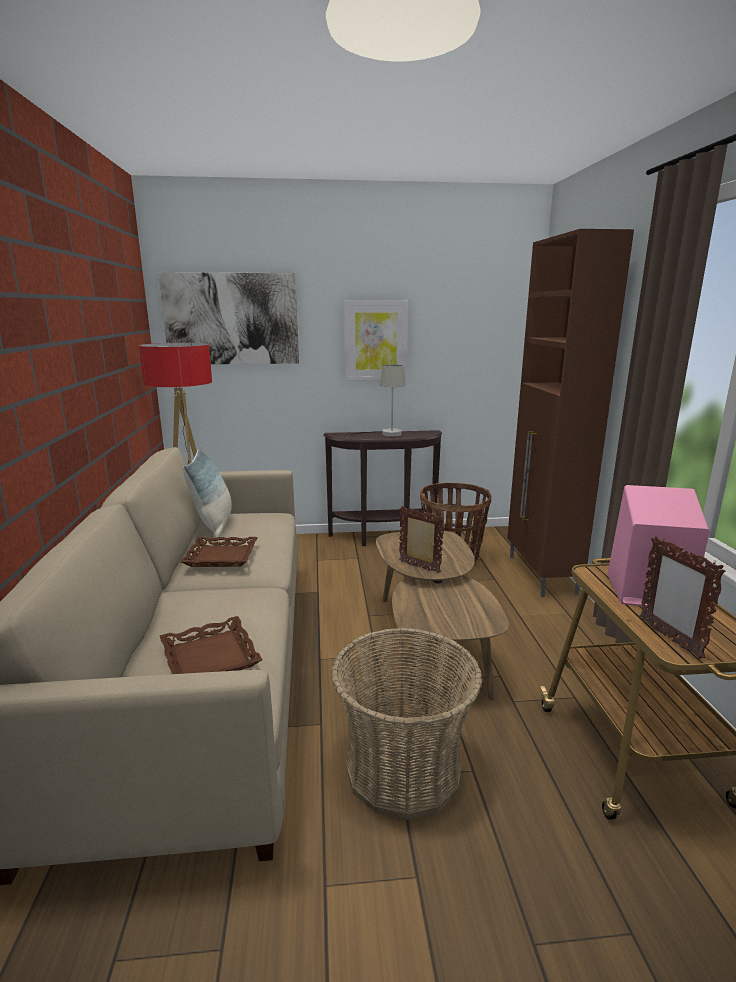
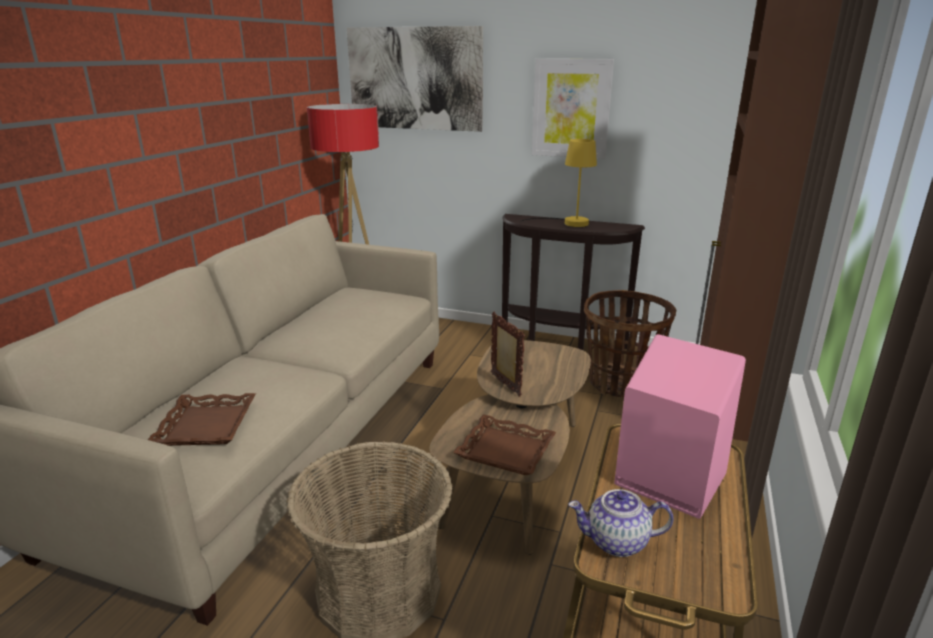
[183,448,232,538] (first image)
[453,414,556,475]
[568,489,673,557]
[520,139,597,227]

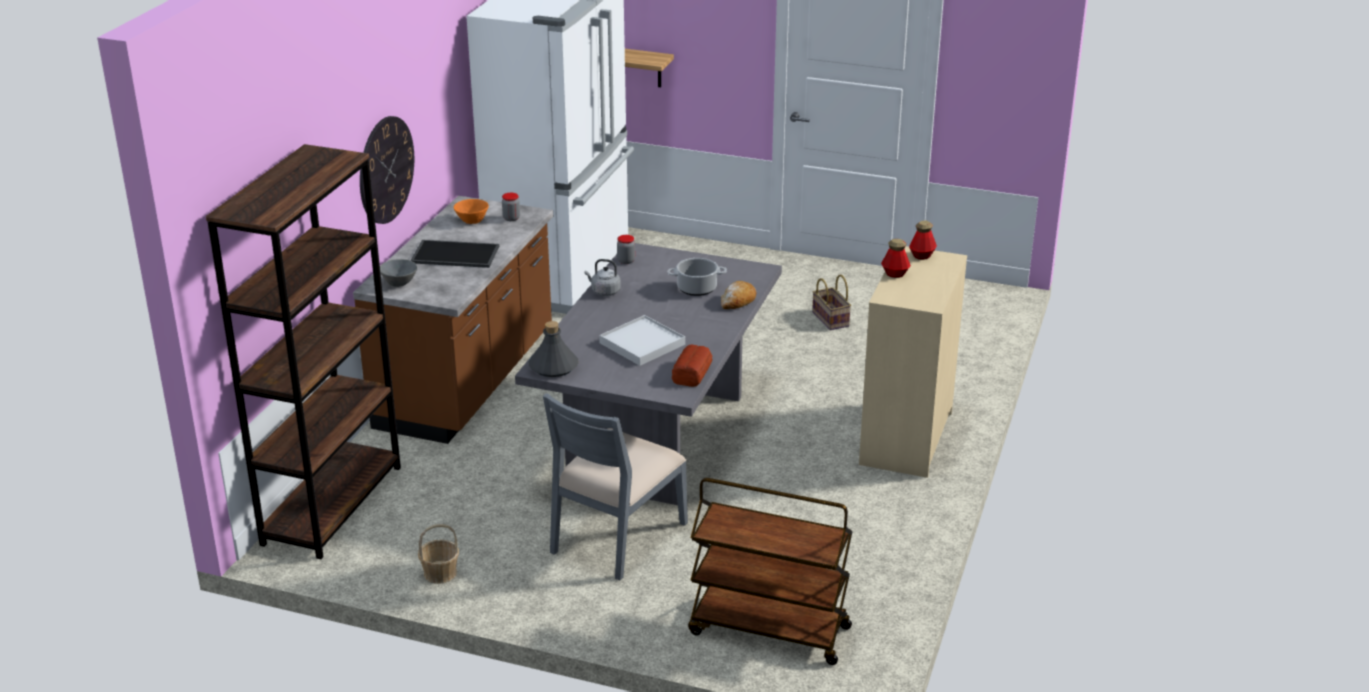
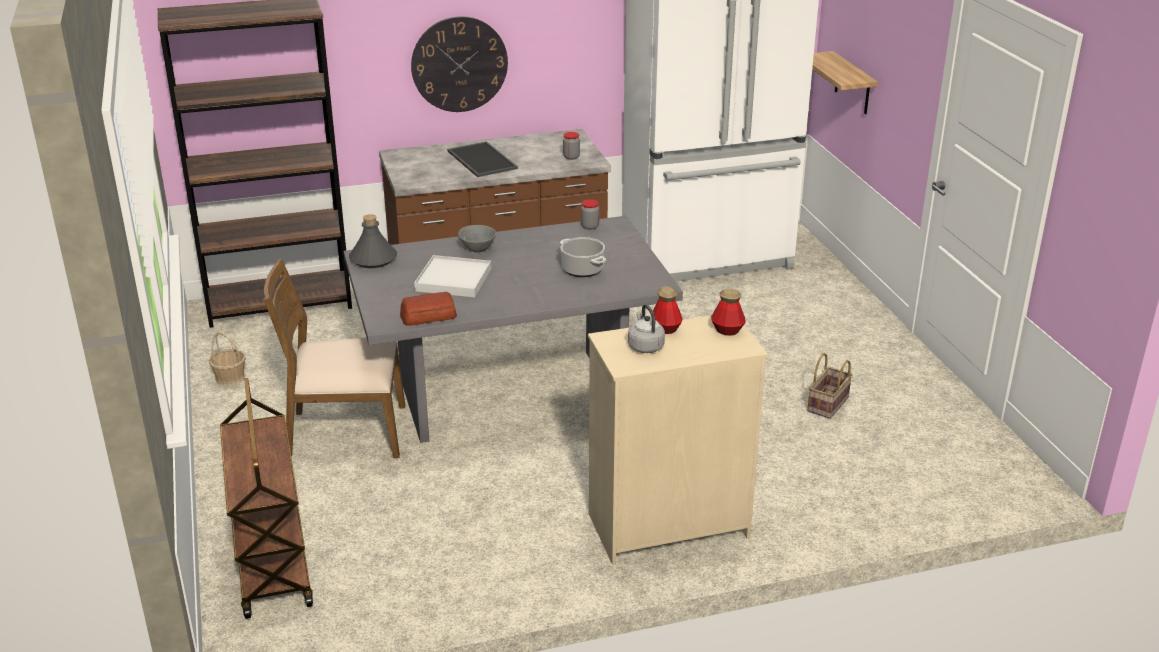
[454,199,489,224] (first image)
[721,281,756,309] (first image)
[458,225,496,252]
[628,304,665,353]
[264,258,405,458]

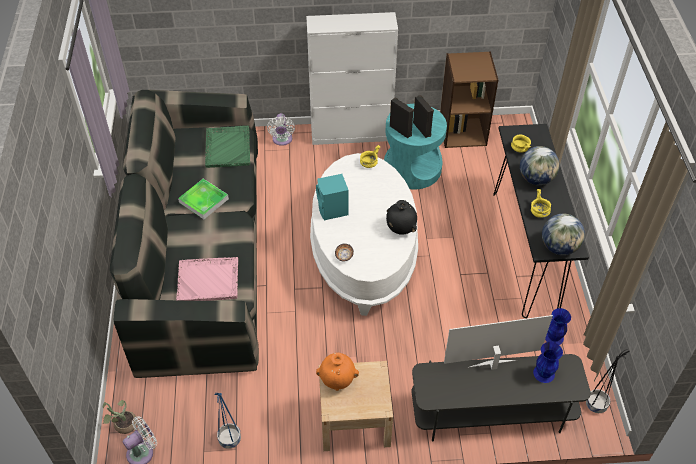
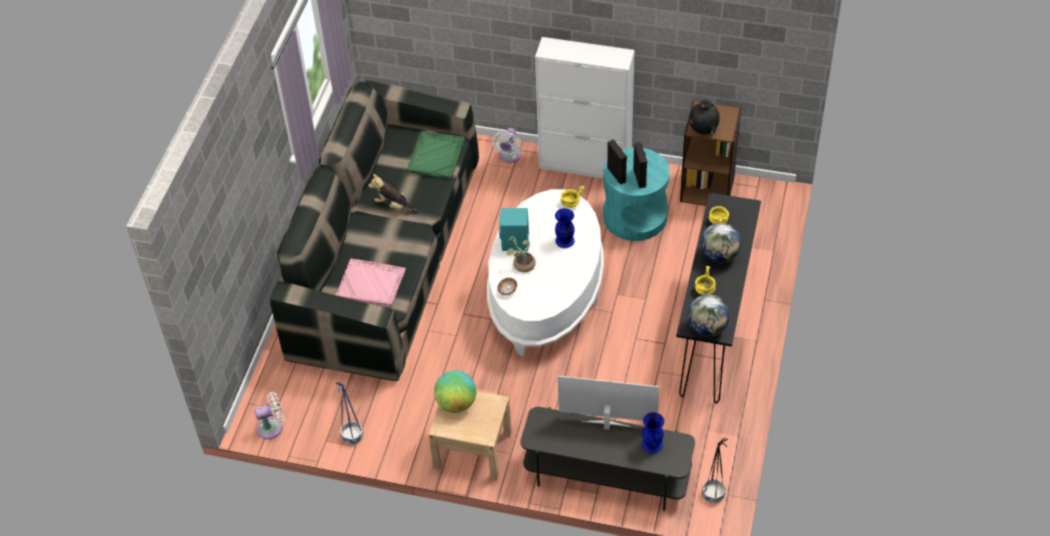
[506,236,536,272]
[689,100,720,134]
[555,208,575,248]
[368,174,418,213]
[434,370,476,413]

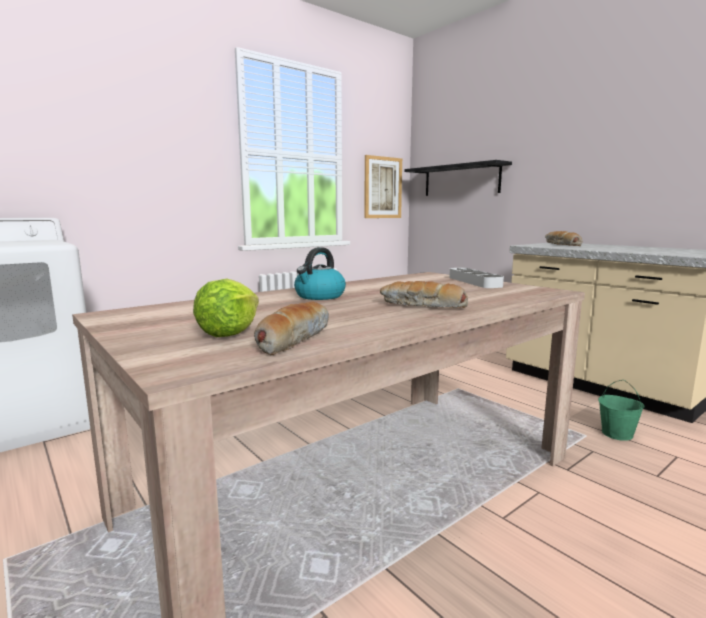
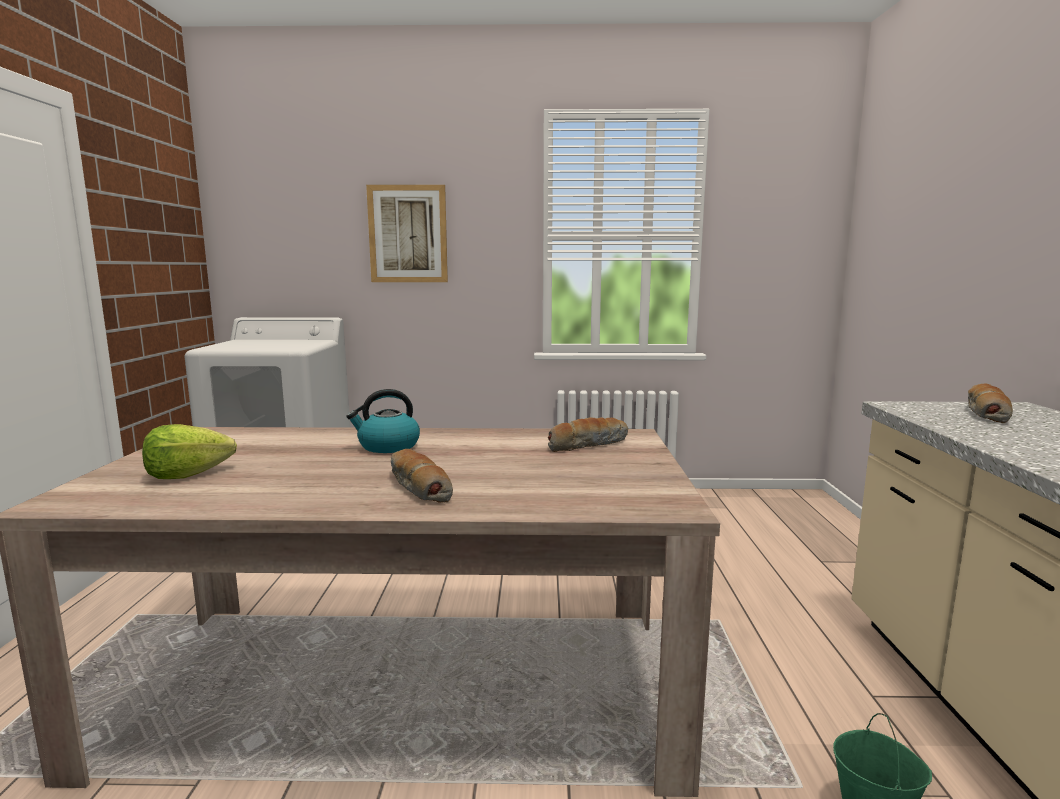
[405,160,512,196] (first image)
[449,268,504,288] (first image)
[548,417,628,452]
[366,185,448,282]

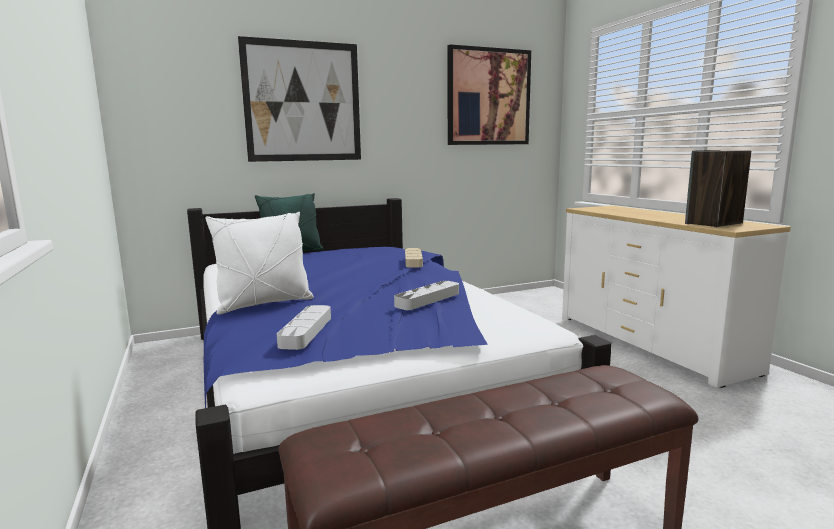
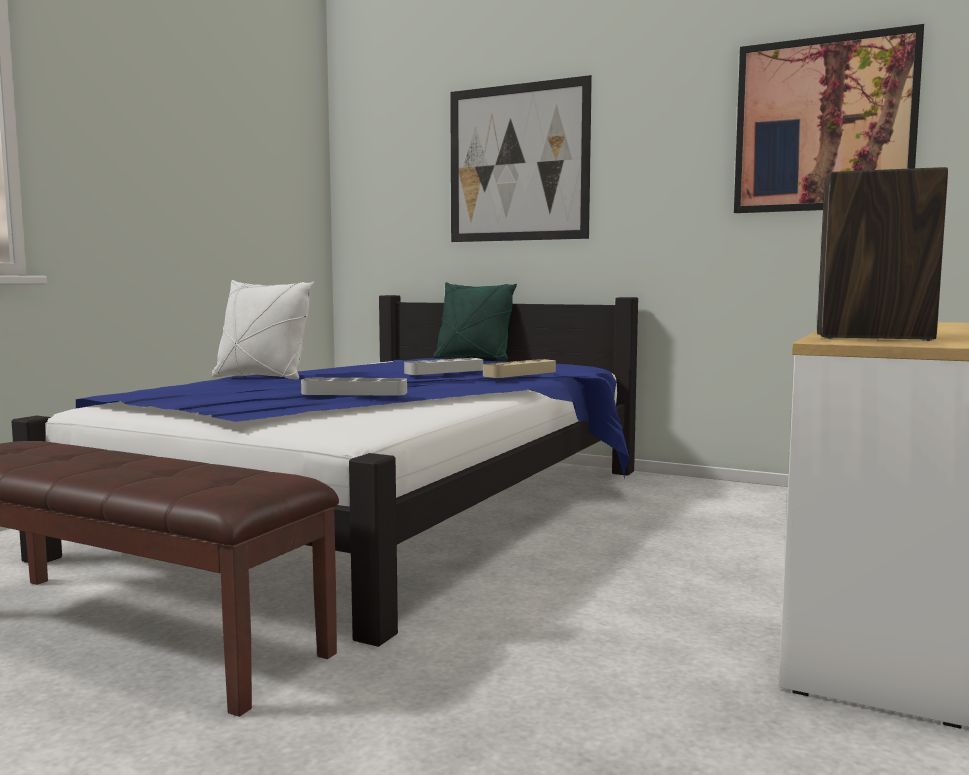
[404,358,483,375]

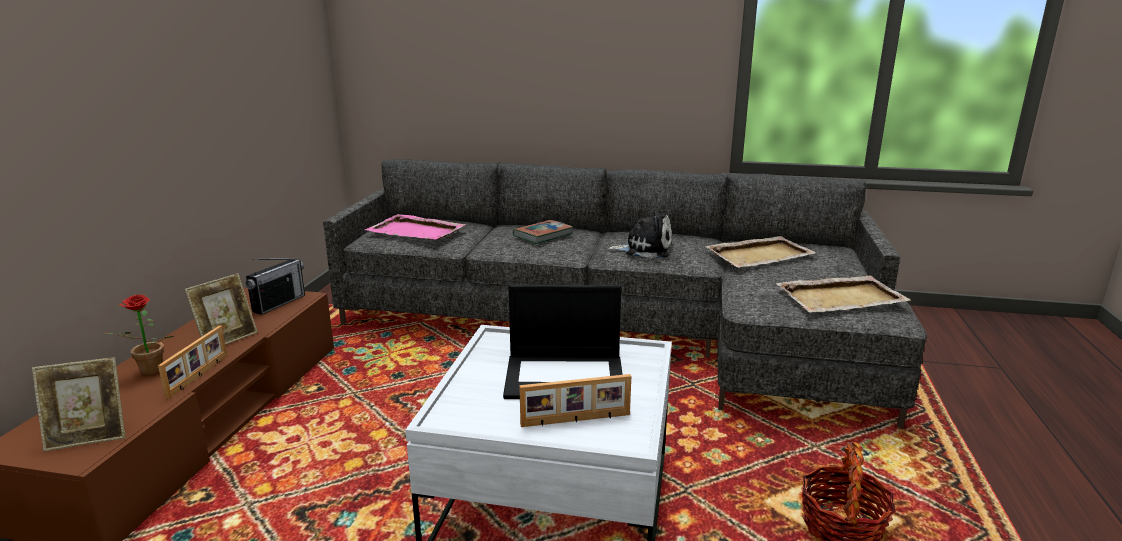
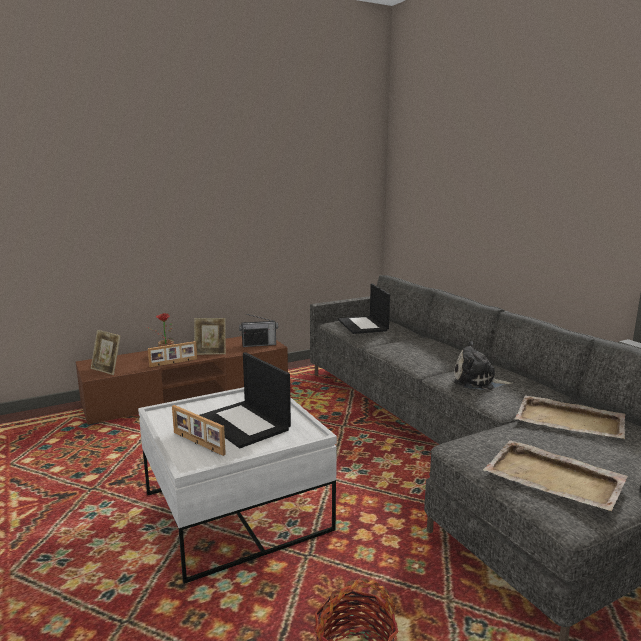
[513,220,573,244] (first image)
[338,283,390,334]
[454,341,513,390]

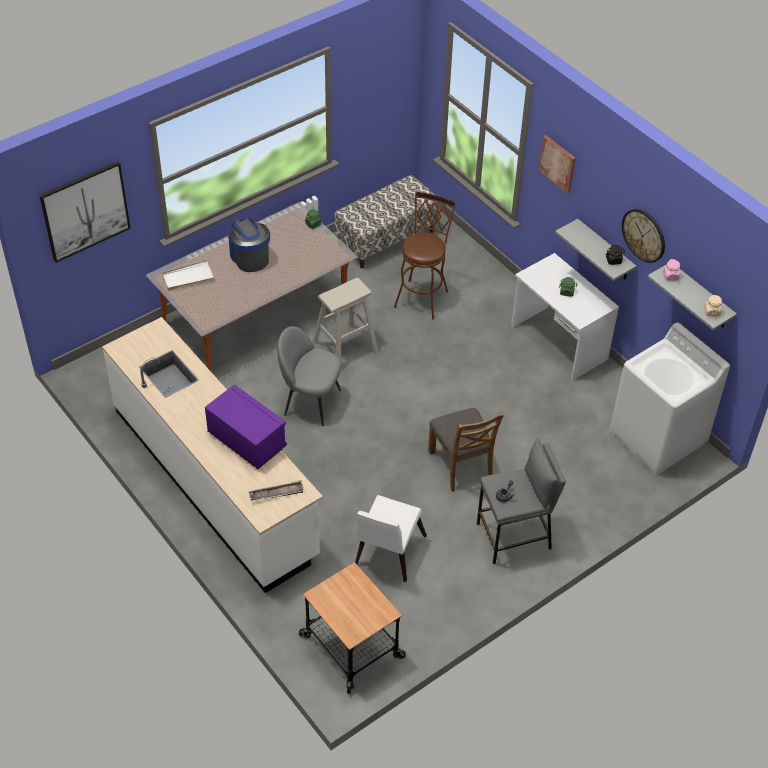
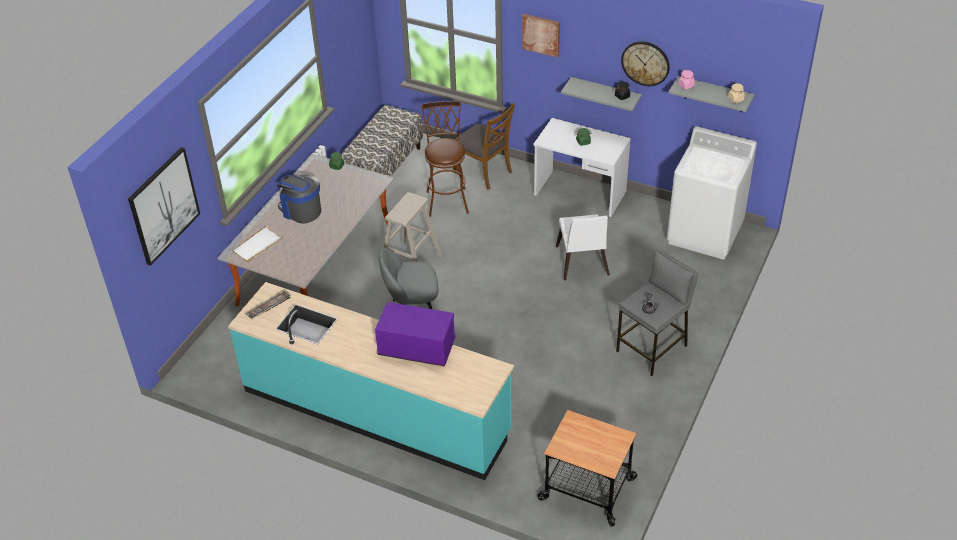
[245,289,291,320]
[556,214,610,281]
[453,103,515,190]
[228,282,514,480]

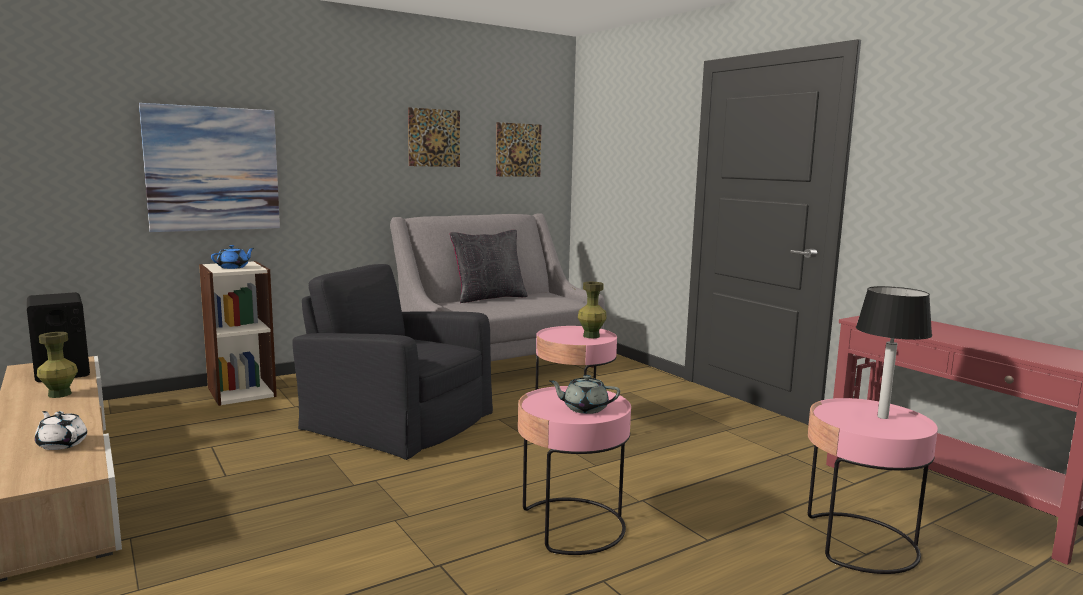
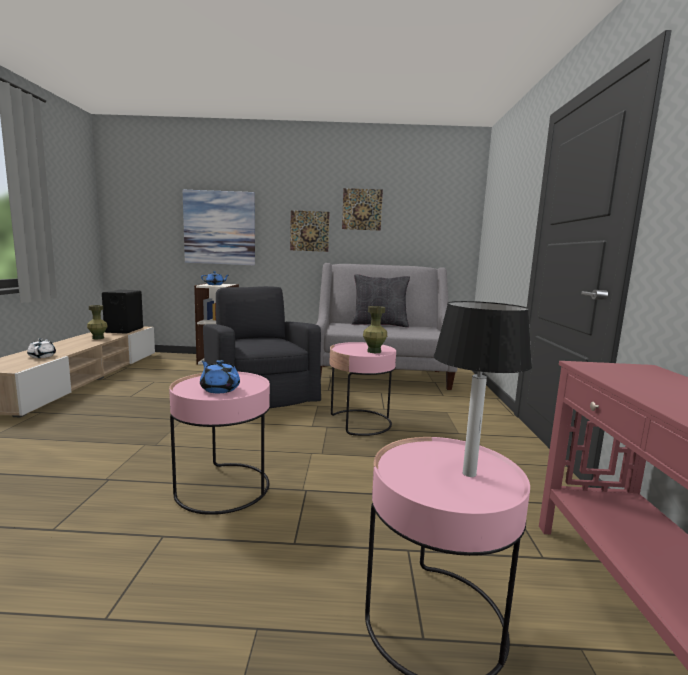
[290,210,330,252]
[200,360,240,393]

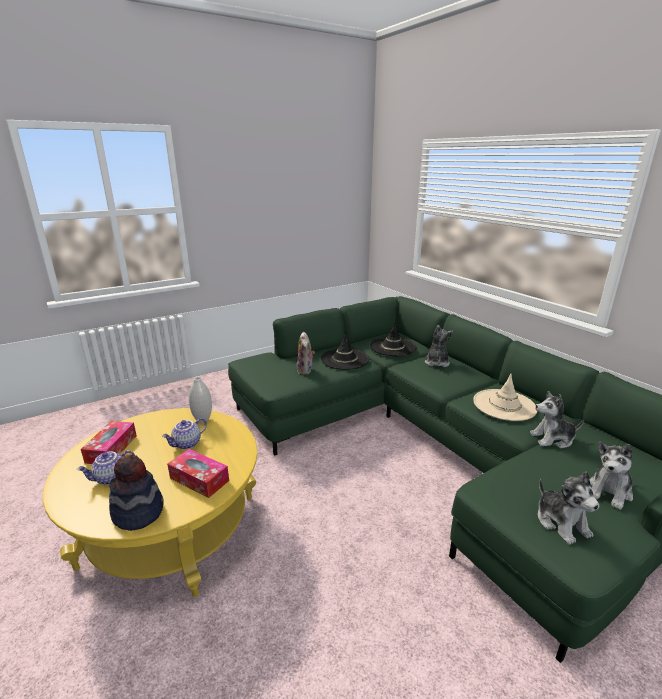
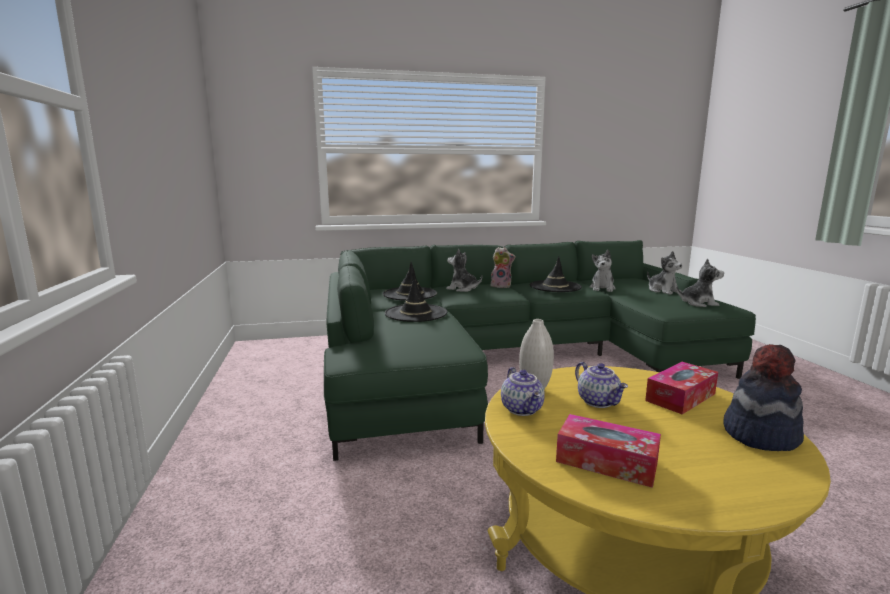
[501,367,545,416]
[491,247,516,288]
[530,256,582,292]

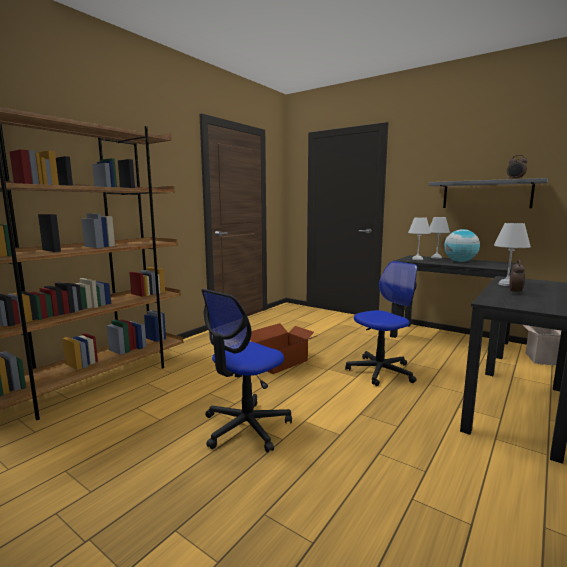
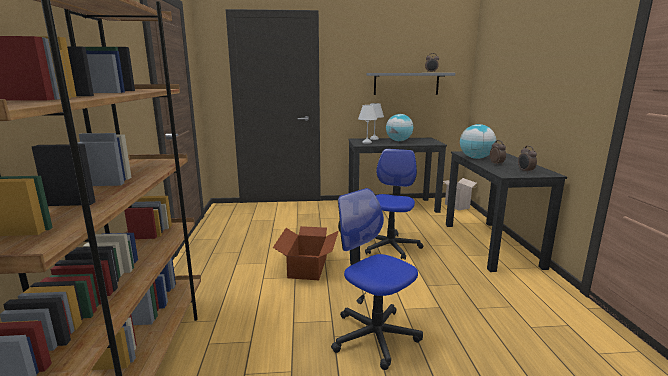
[518,146,537,173]
[460,124,496,159]
[331,188,423,370]

